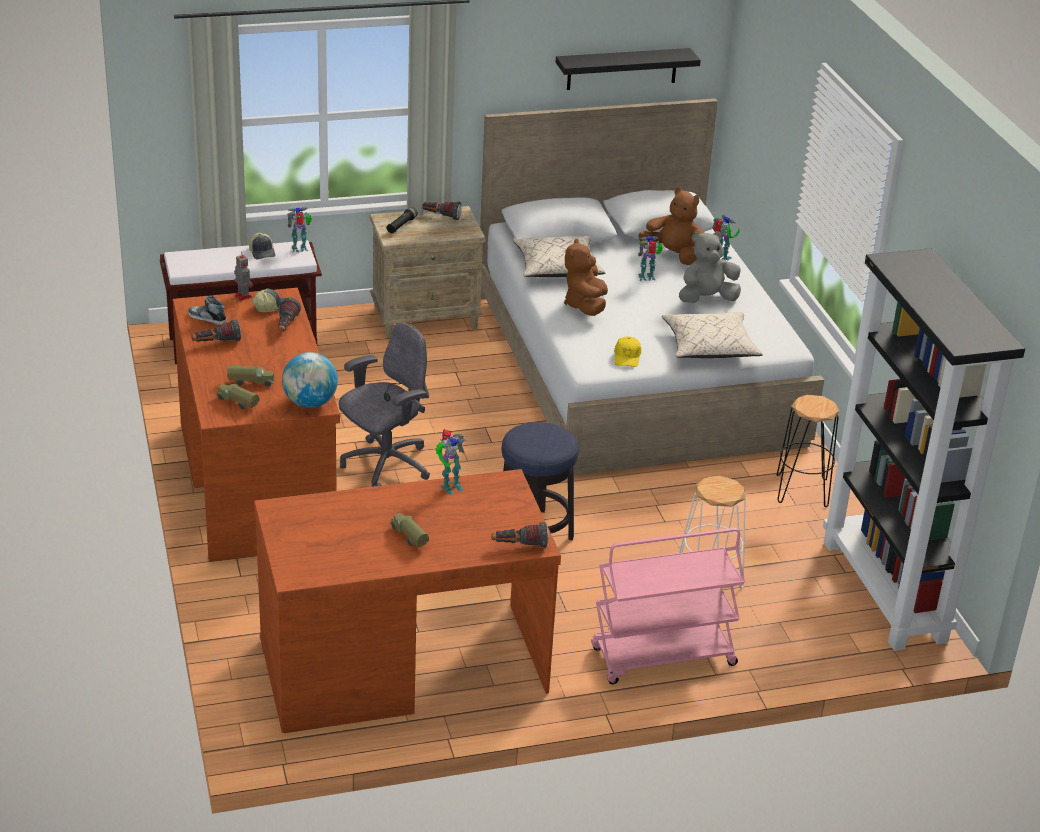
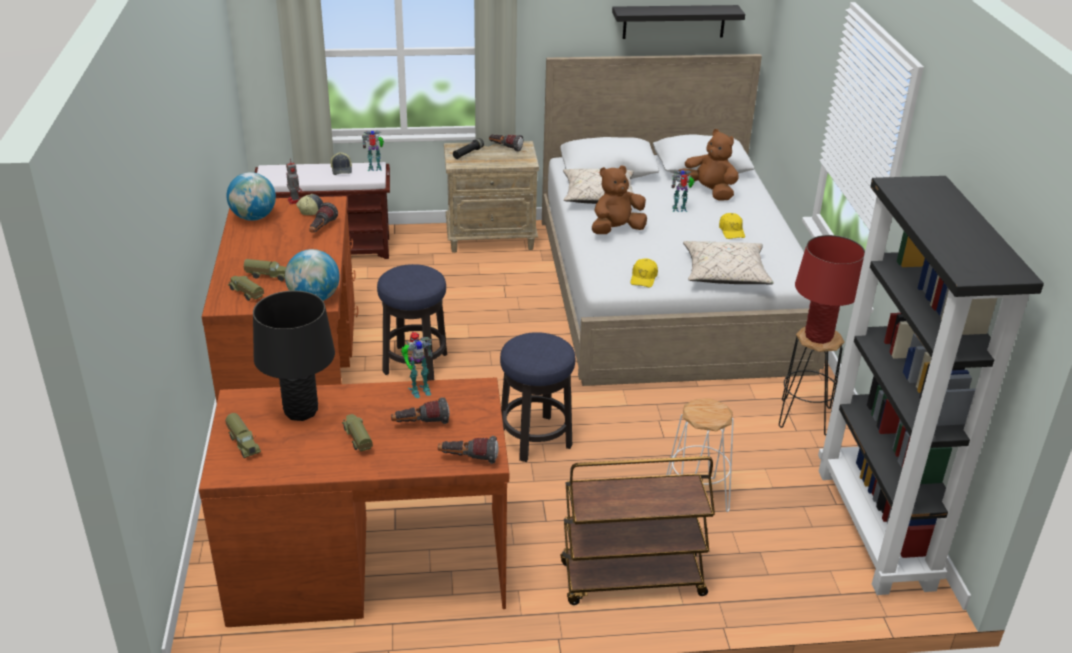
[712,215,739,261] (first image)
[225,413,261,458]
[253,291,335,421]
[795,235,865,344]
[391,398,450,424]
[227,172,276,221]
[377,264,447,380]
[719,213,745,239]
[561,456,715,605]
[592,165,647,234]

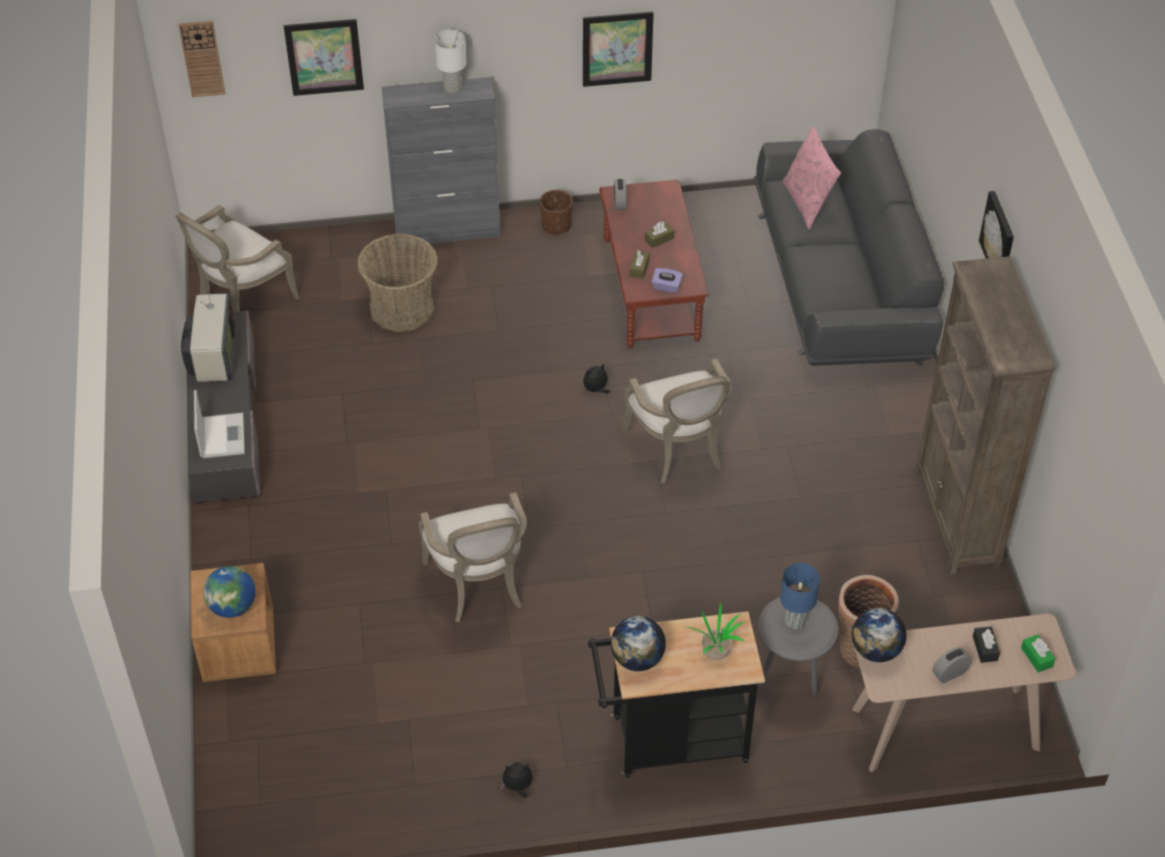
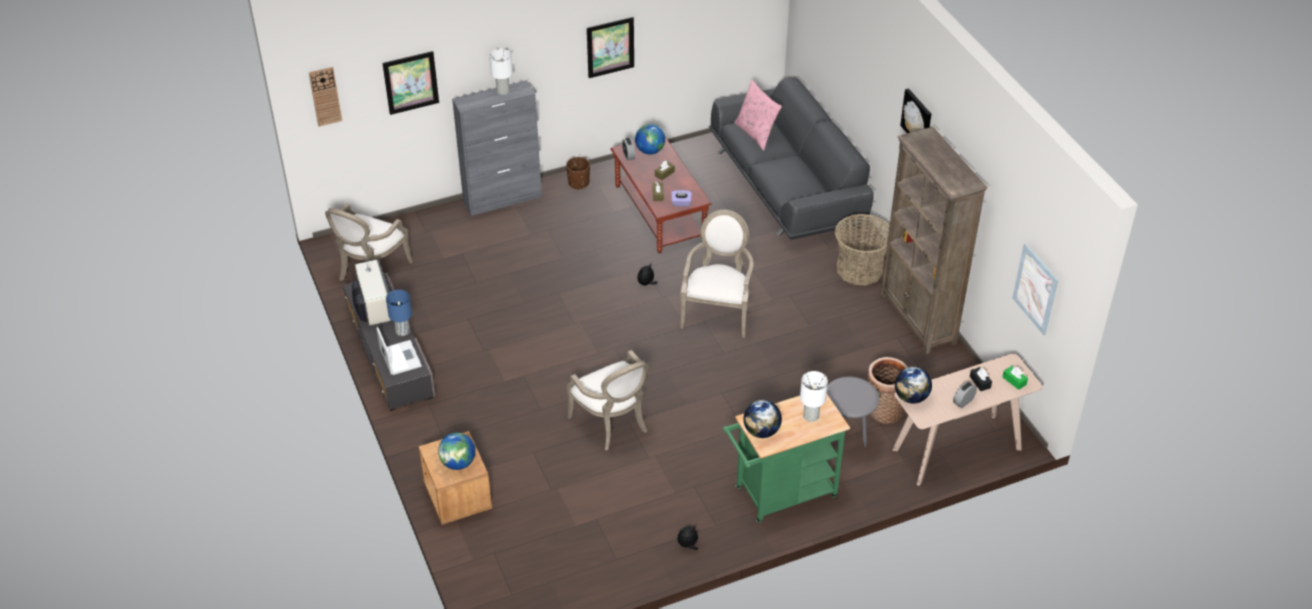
[635,124,665,155]
[1012,243,1059,335]
[835,214,890,285]
[386,290,412,336]
[800,371,828,422]
[723,394,850,524]
[680,210,754,338]

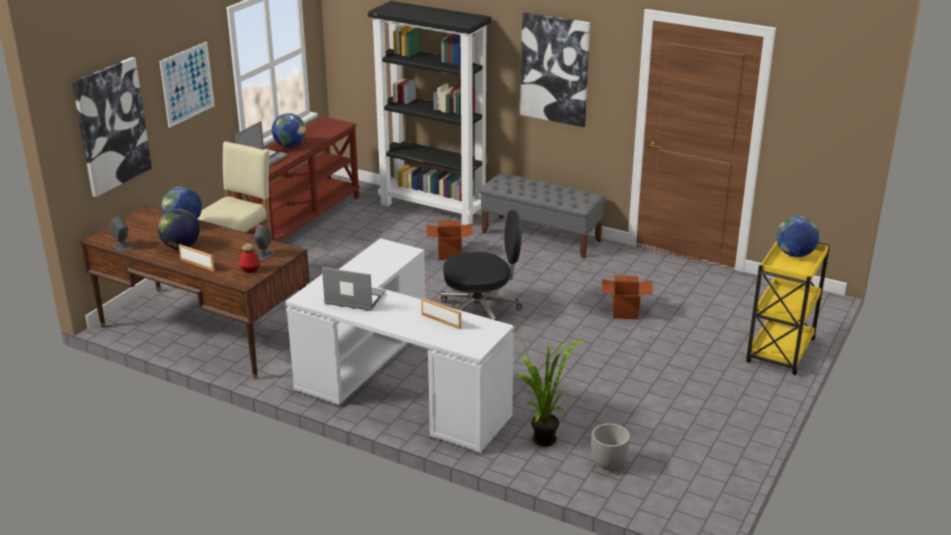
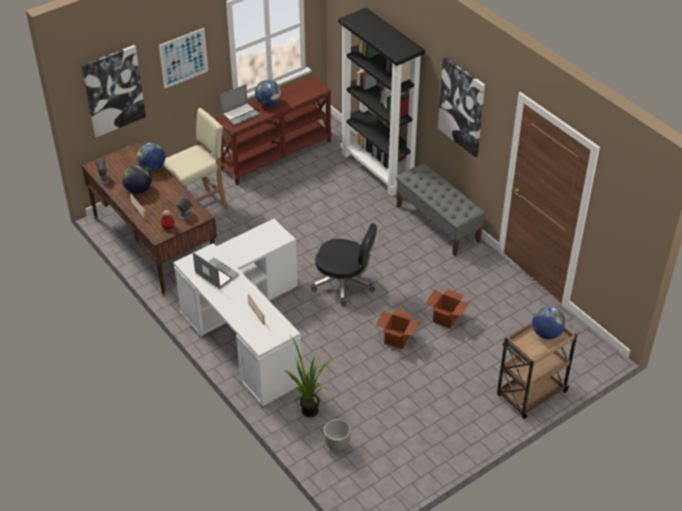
[376,309,420,349]
[497,321,579,419]

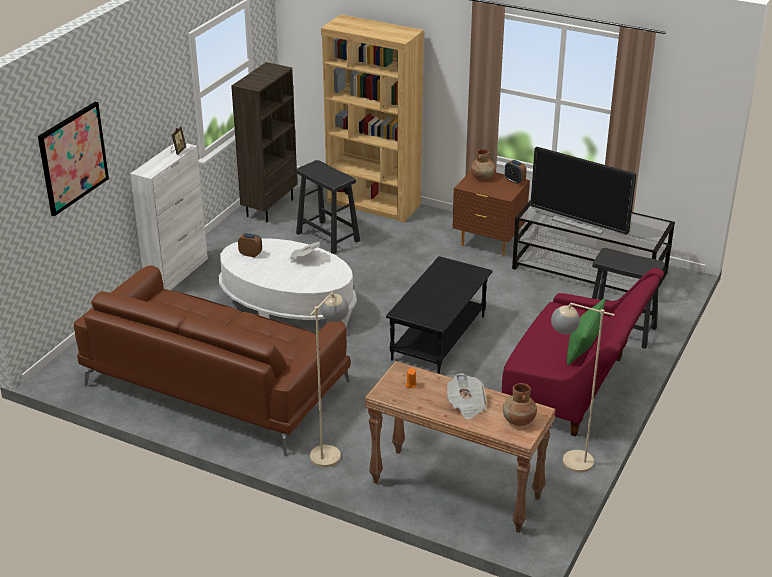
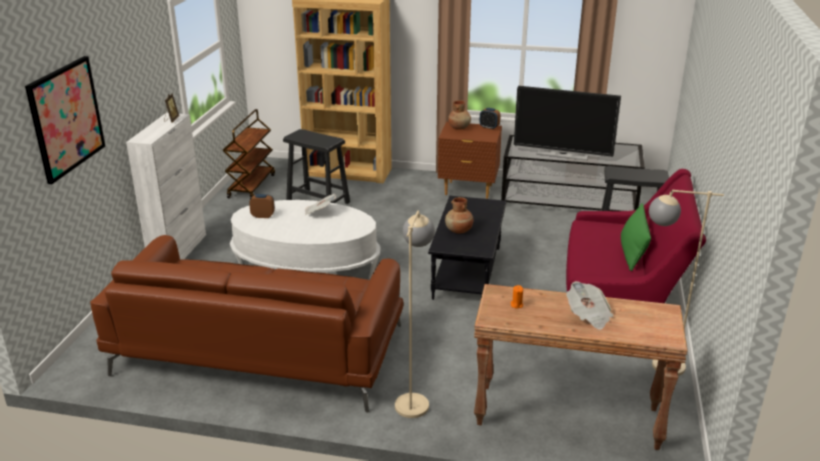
[445,197,473,233]
[222,109,275,200]

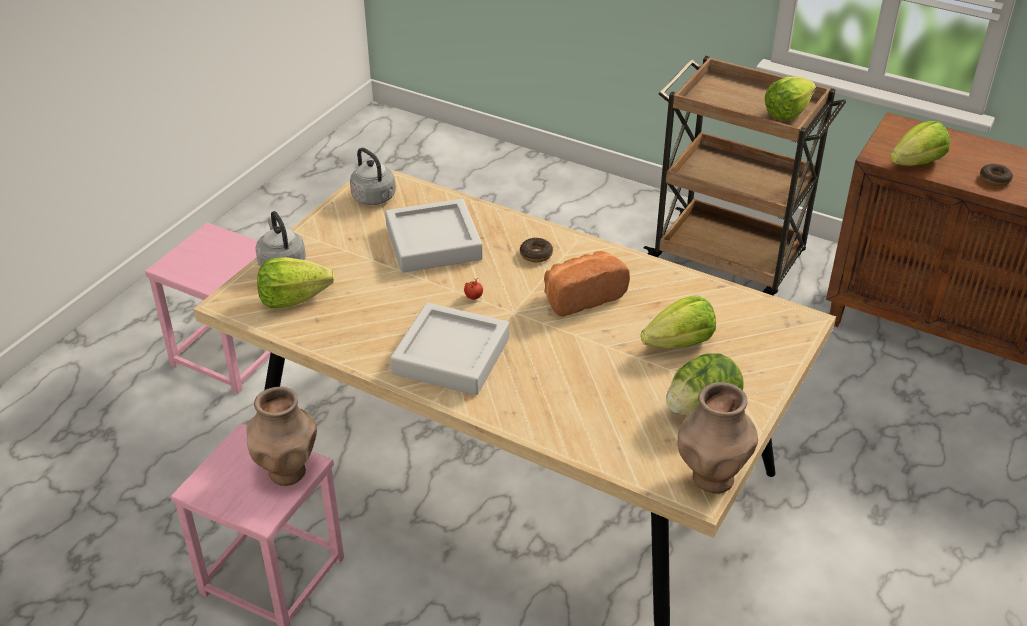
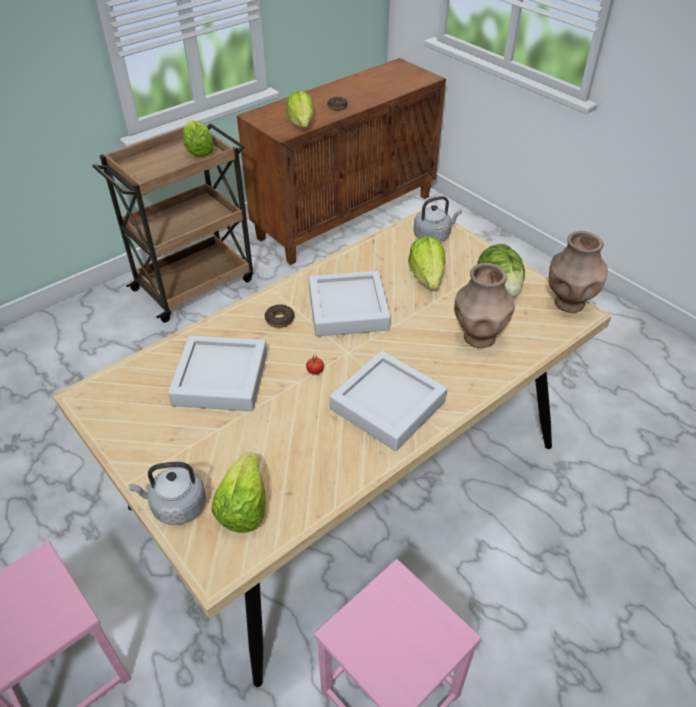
[454,263,515,348]
[414,196,462,242]
[309,271,391,337]

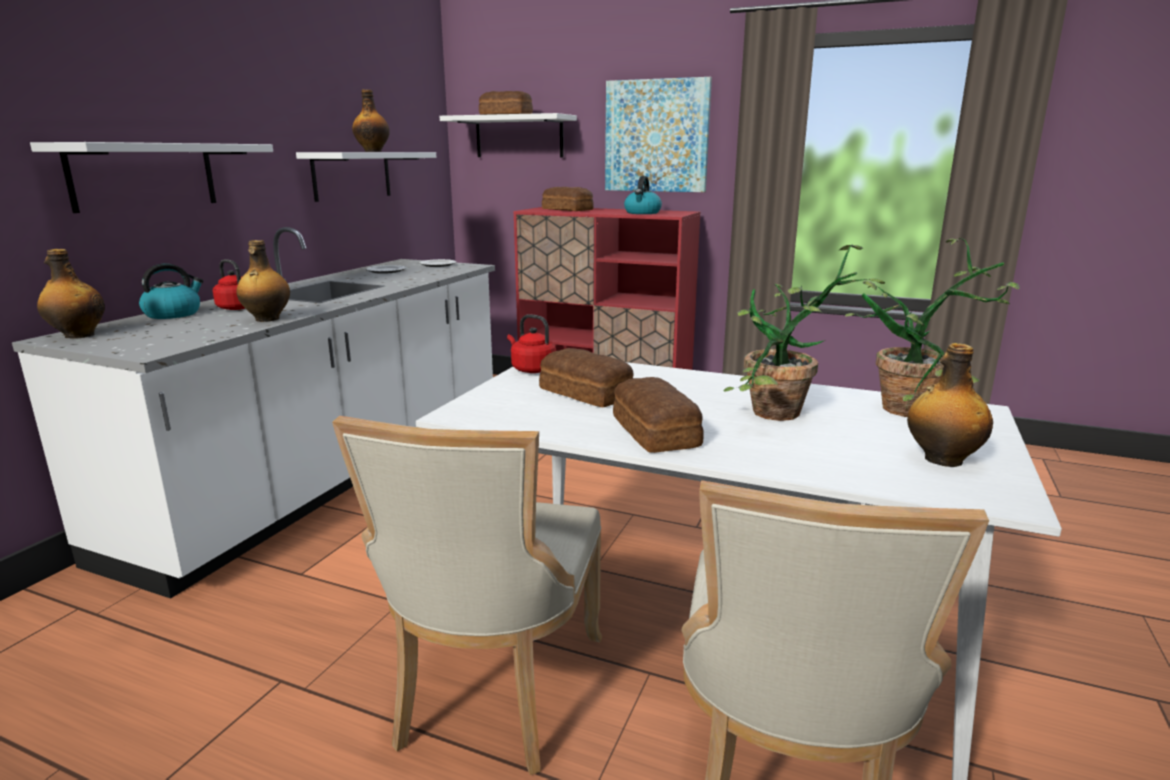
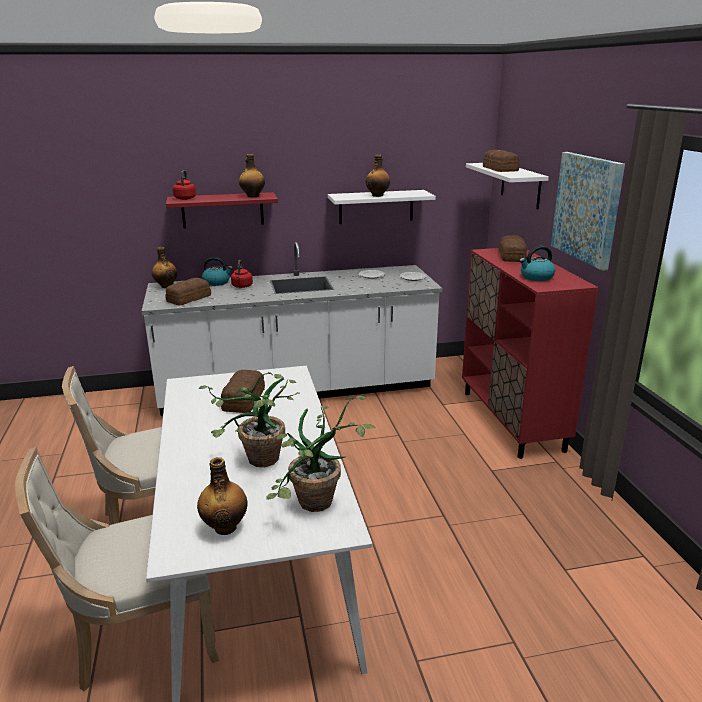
[239,154,265,197]
[173,170,196,200]
[165,278,211,305]
[166,192,278,229]

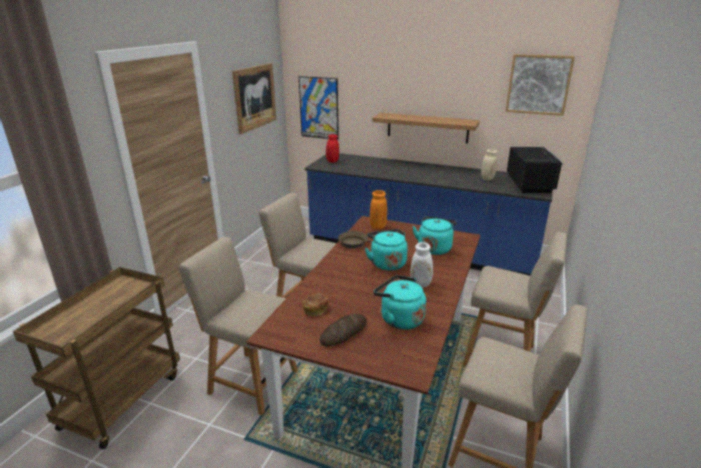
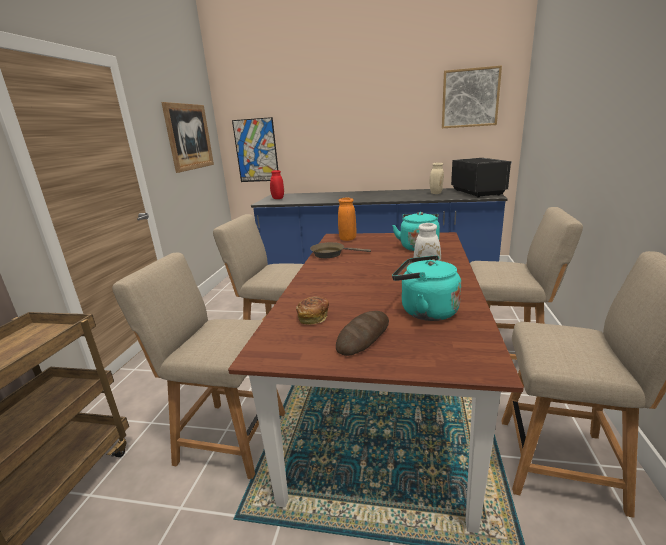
[365,229,408,271] (first image)
[372,113,480,144] (first image)

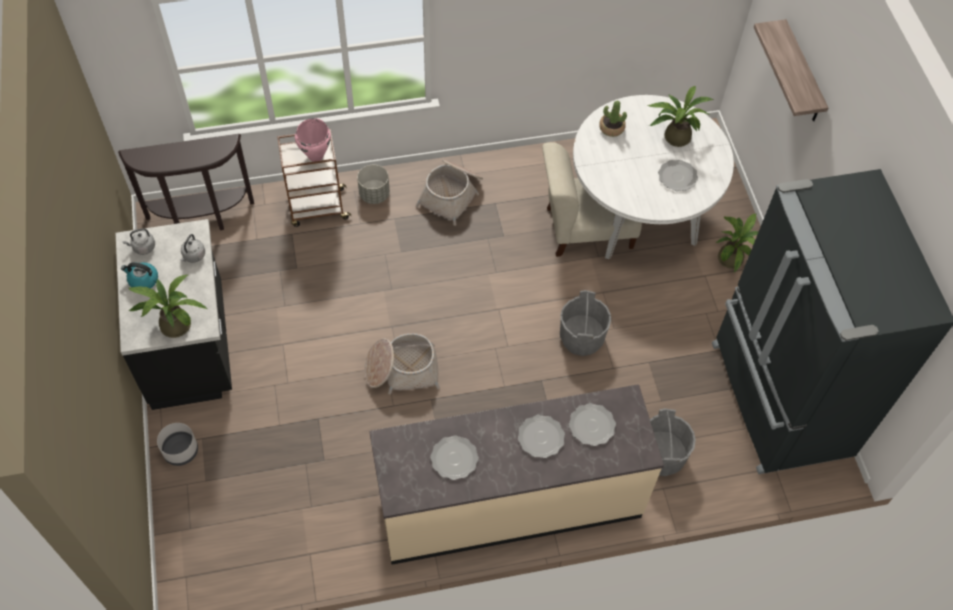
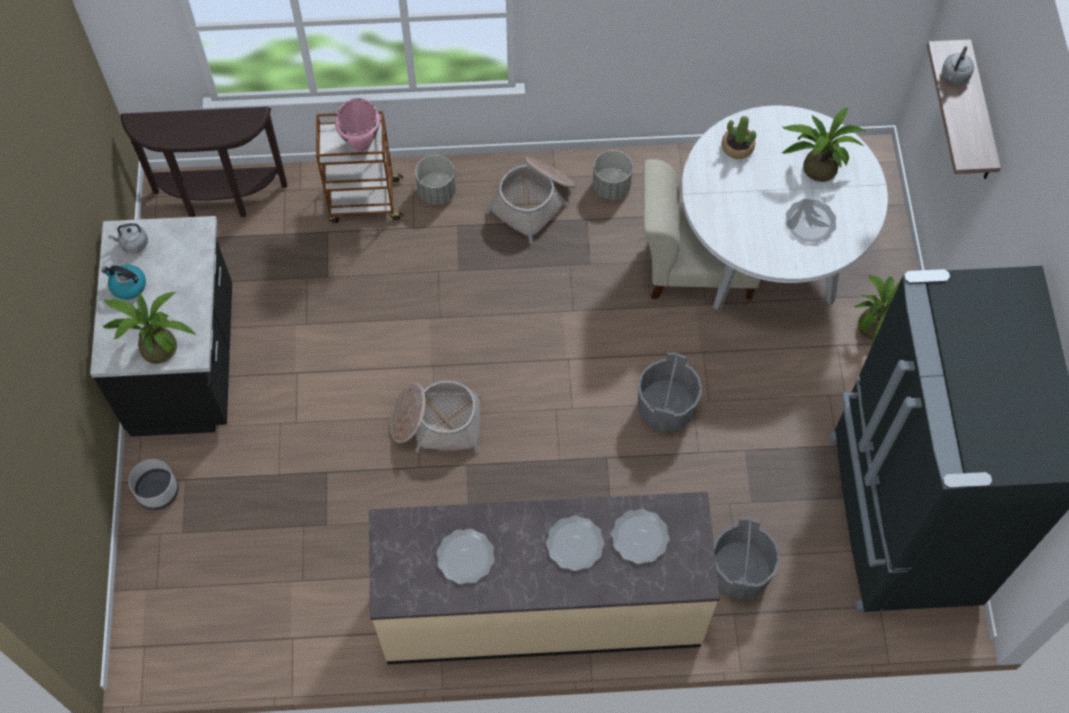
[593,150,633,200]
[942,46,974,84]

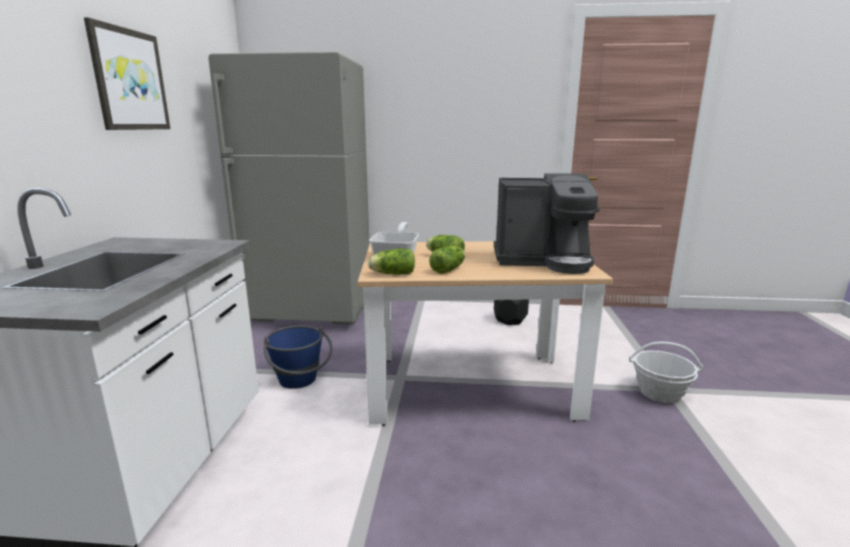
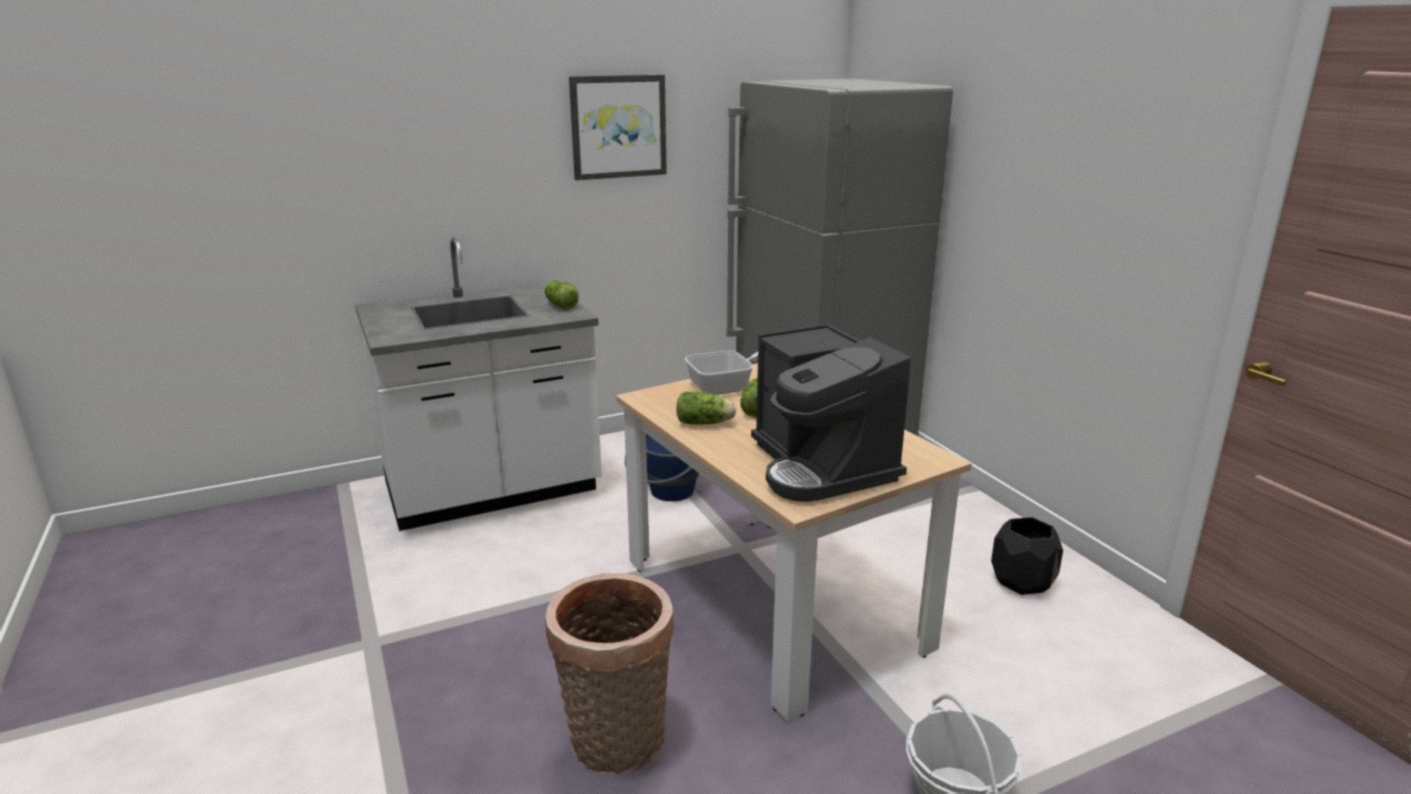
[545,573,674,774]
[544,280,579,310]

